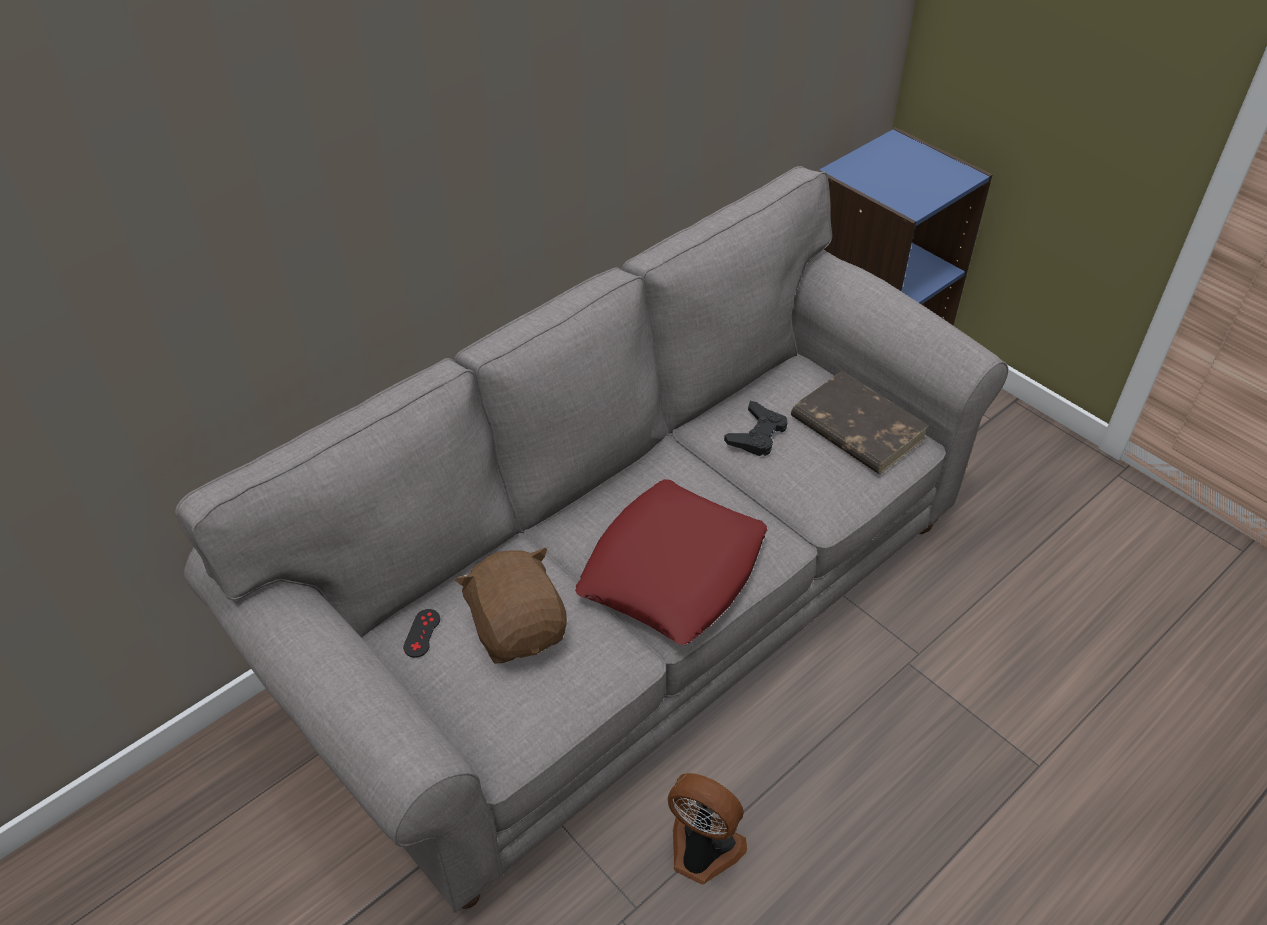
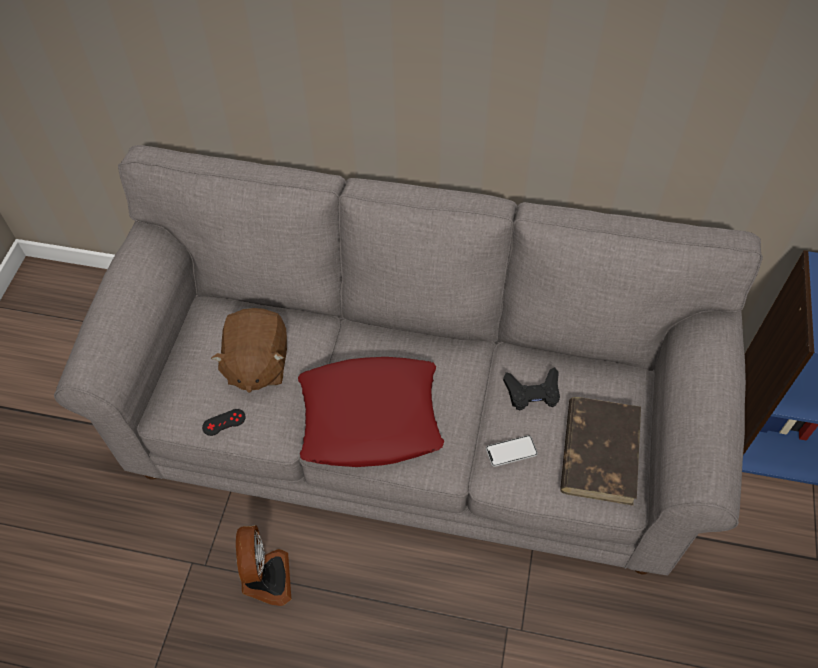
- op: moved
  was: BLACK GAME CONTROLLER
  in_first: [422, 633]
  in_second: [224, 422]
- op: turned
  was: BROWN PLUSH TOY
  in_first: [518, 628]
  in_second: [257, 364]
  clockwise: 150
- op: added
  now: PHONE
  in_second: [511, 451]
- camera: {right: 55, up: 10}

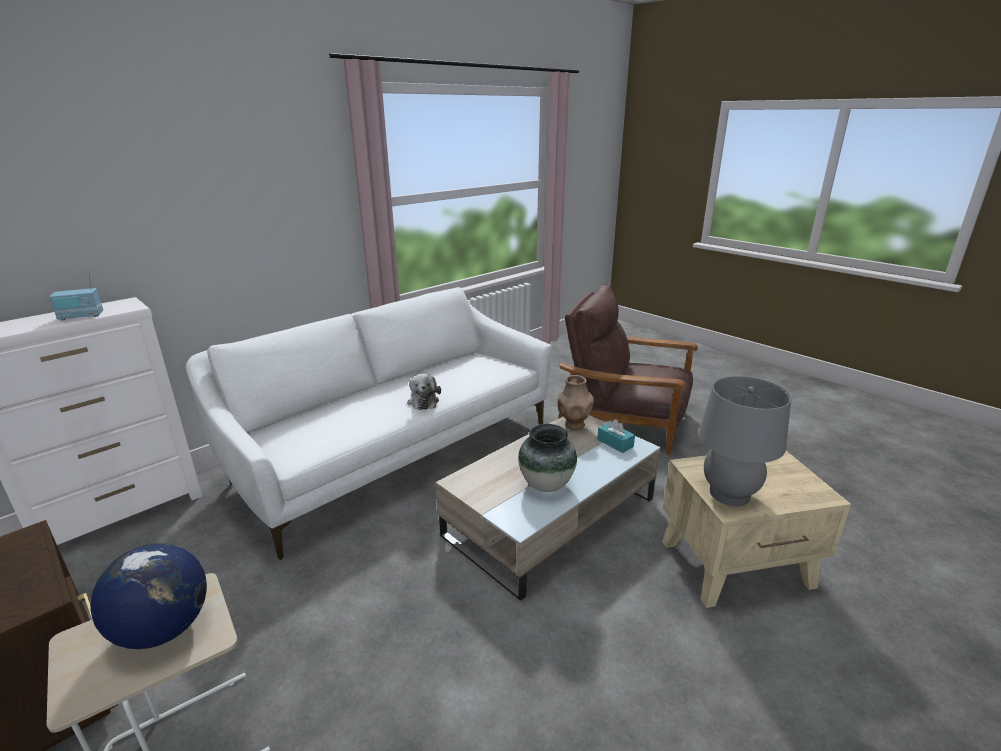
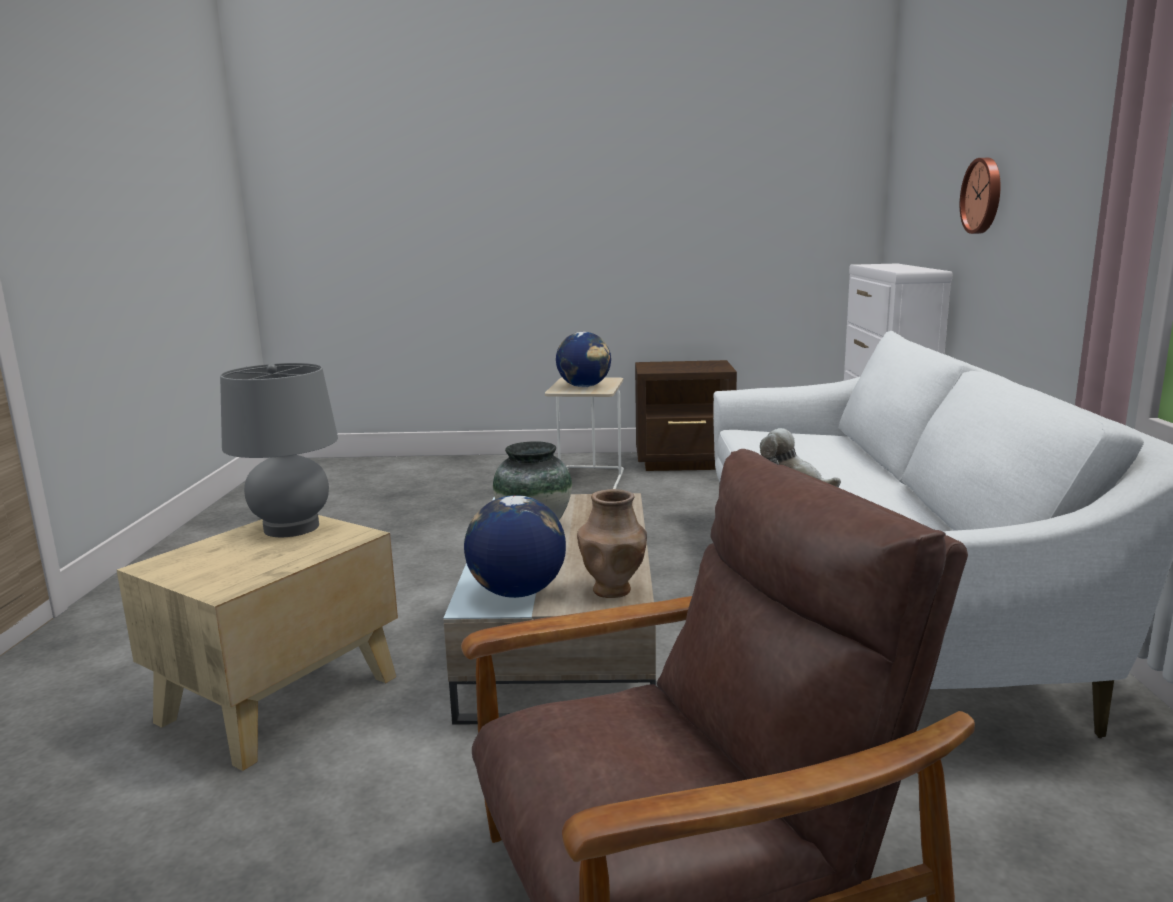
- op: removed
  was: RADIO
  in_first: [81, 317]
- op: replaced
  was: TURQUOISE TISSUE BOX
  now: GLOBE
  in_first: [615, 443]
  in_second: [516, 592]
- op: added
  now: WALL CLOCK
  in_second: [983, 196]
- camera: {right: 135, up: -10}

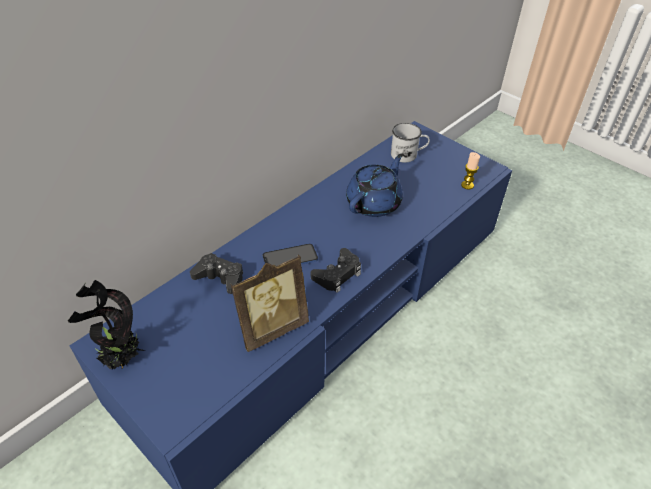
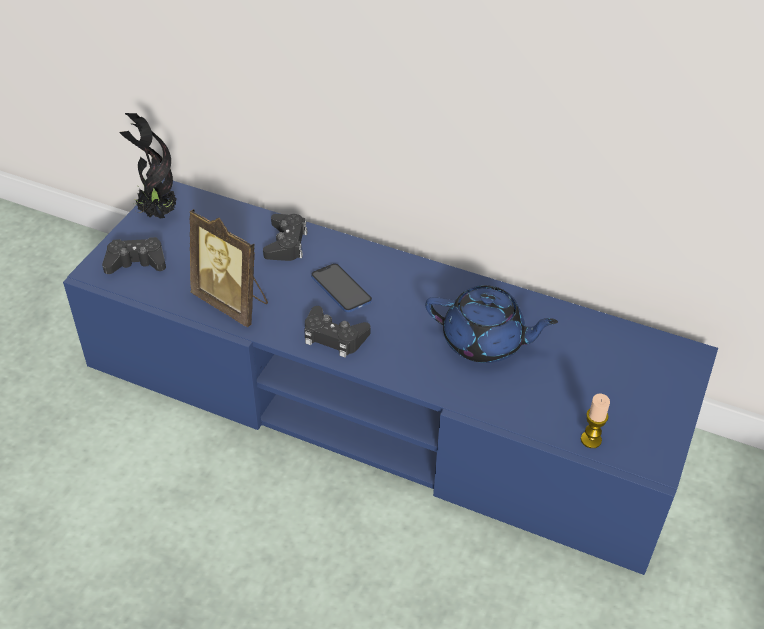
- op: removed
  was: WHITE MUG
  in_first: [408, 155]
- op: added
  now: BLACK GAME CONTROLLER
  in_second: [136, 262]
- camera: {right: 70, up: 0}

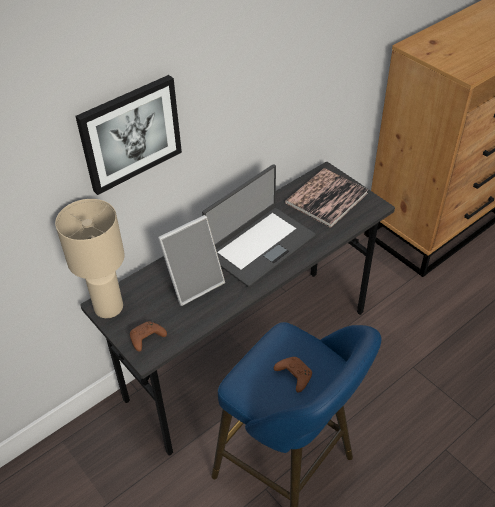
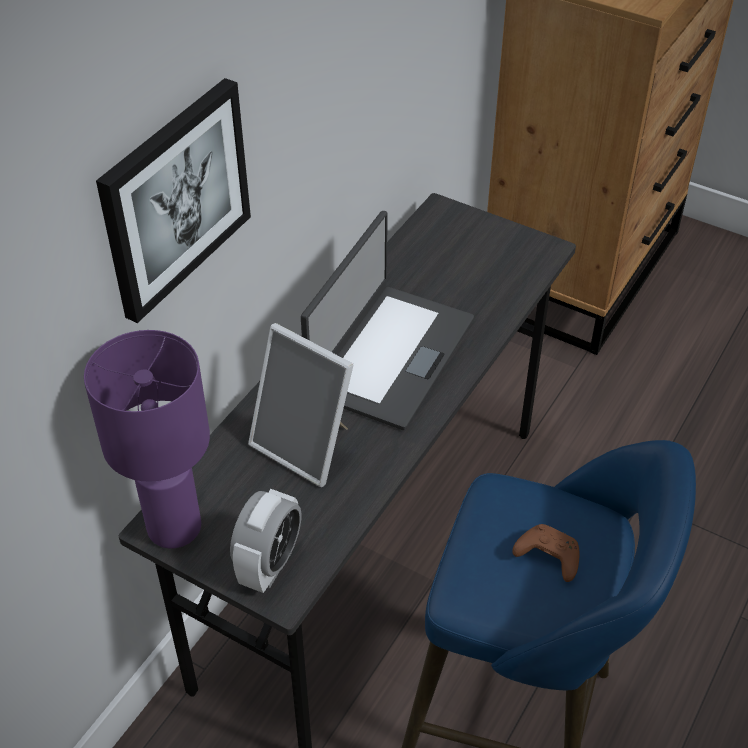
- op: recoloured
  was: BEIGE TABLE LAMP
  now: PURPLE TABLE LAMP
  in_first: [108, 307]
  in_second: [173, 526]
- op: replaced
  was: BROWN GAME CONTROLLER
  now: ALARM CLOCK
  in_first: [146, 339]
  in_second: [269, 564]
- op: turned
  was: PICTURE FRAME
  in_first: [194, 283]
  in_second: [306, 446]
  clockwise: 90
- op: removed
  was: BOOK
  in_first: [326, 198]
- camera: {right: -20, up: 0}

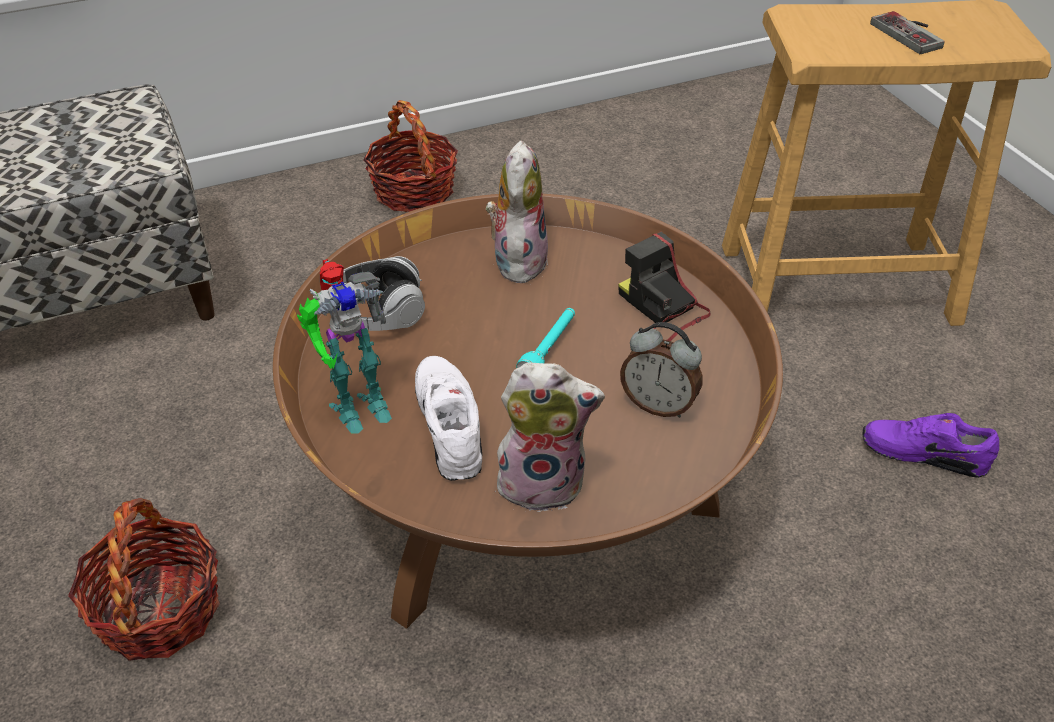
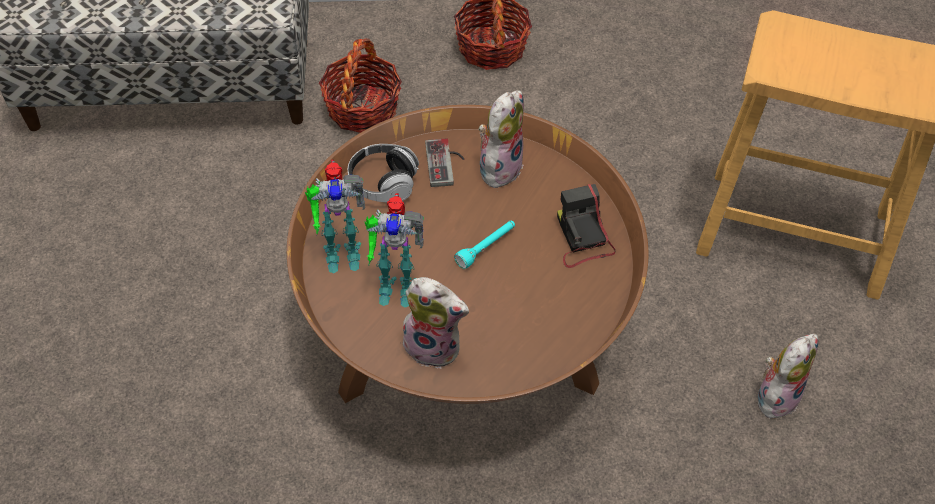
- op: moved
  was: BASKET
  in_first: [159, 609]
  in_second: [362, 108]
- op: replaced
  was: WHITE SHOE
  now: TOY ROBOT
  in_first: [451, 425]
  in_second: [395, 285]
- op: removed
  was: ALARM CLOCK
  in_first: [658, 404]
- op: replaced
  was: PURPLE SHOE
  now: PLUSH TOY
  in_first: [924, 452]
  in_second: [776, 395]
- op: moved
  was: GAME CONTROLLER
  in_first: [912, 33]
  in_second: [446, 163]
- camera: {right: 20, up: 10}

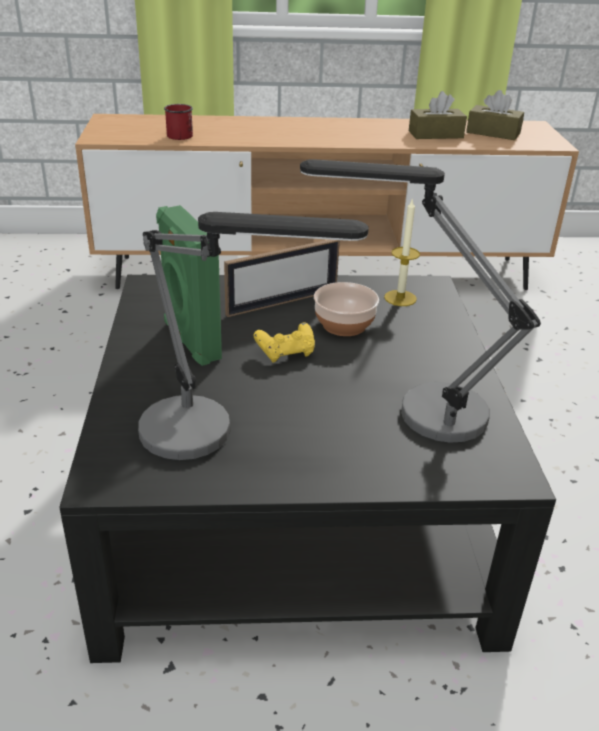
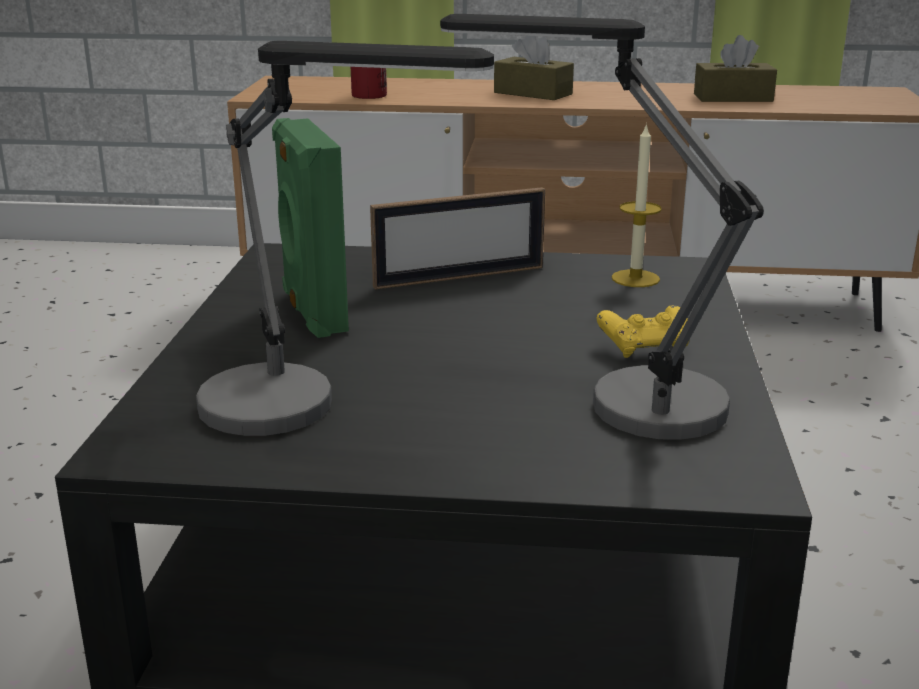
- op: moved
  was: YELLOW GAME CONTROLLER
  in_first: [286, 353]
  in_second: [645, 348]
- op: removed
  was: BOWL
  in_first: [344, 324]
- op: moved
  was: BROWN TISSUE BOX
  in_first: [493, 133]
  in_second: [533, 93]
- camera: {right: 10, up: -10}

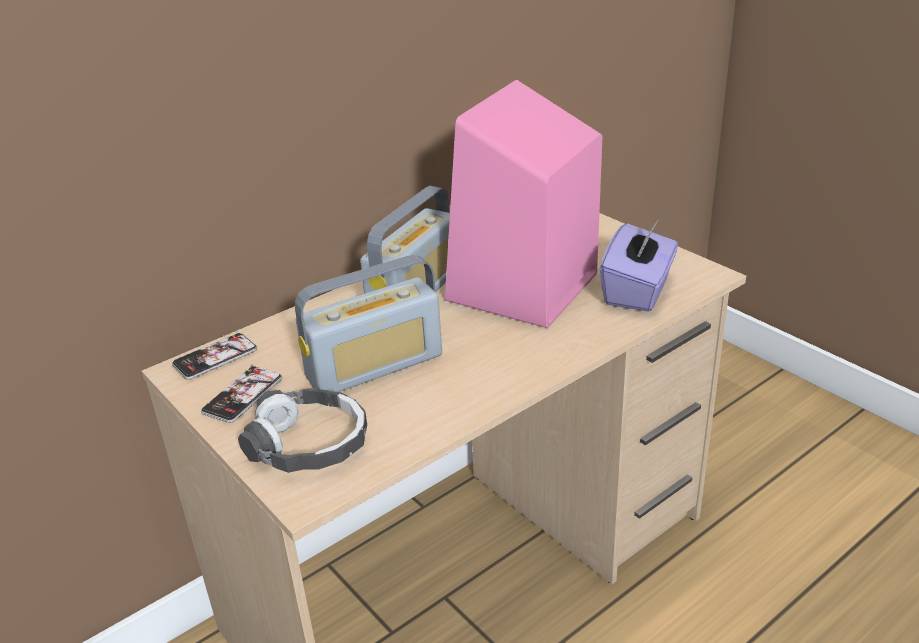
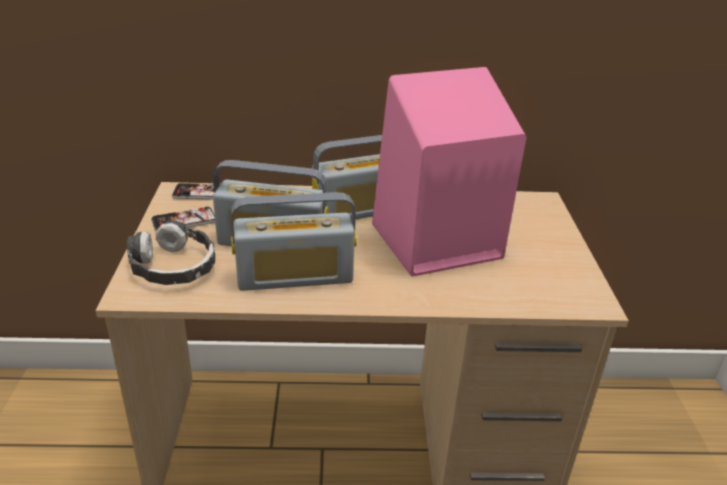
- op: removed
  was: PURPLE TISSUE BOX
  in_first: [638, 291]
- op: added
  now: RADIO
  in_second: [295, 277]
- camera: {right: 35, up: 0}

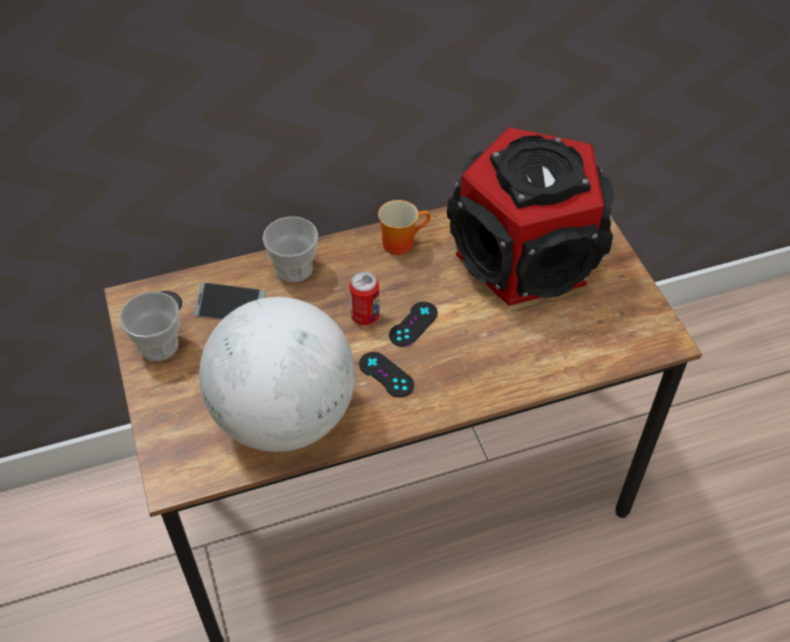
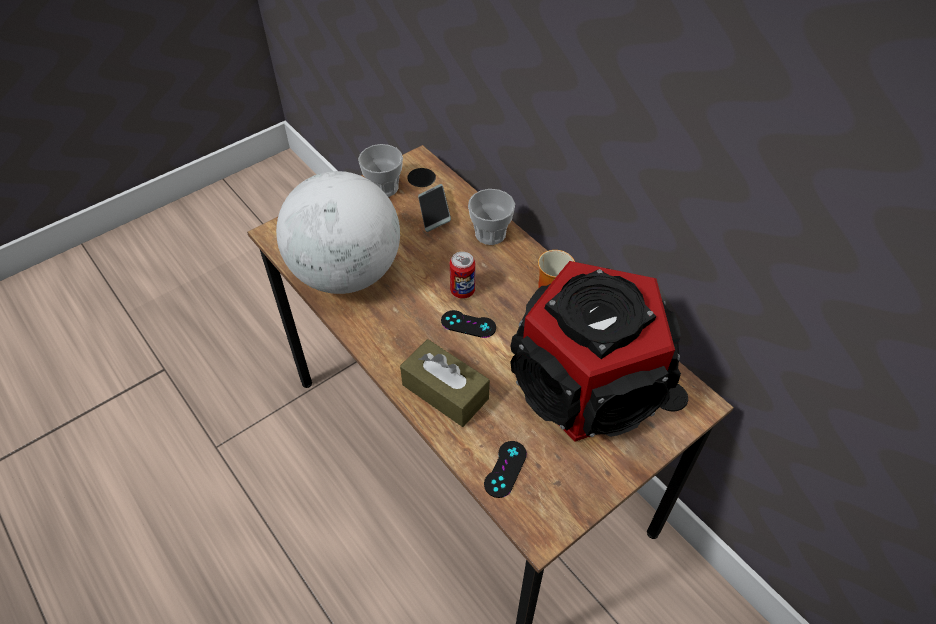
- op: moved
  was: BLACK GAME CONTROLLER
  in_first: [386, 374]
  in_second: [505, 469]
- op: added
  now: BROWN TISSUE BOX
  in_second: [445, 392]
- camera: {right: 70, up: 0}

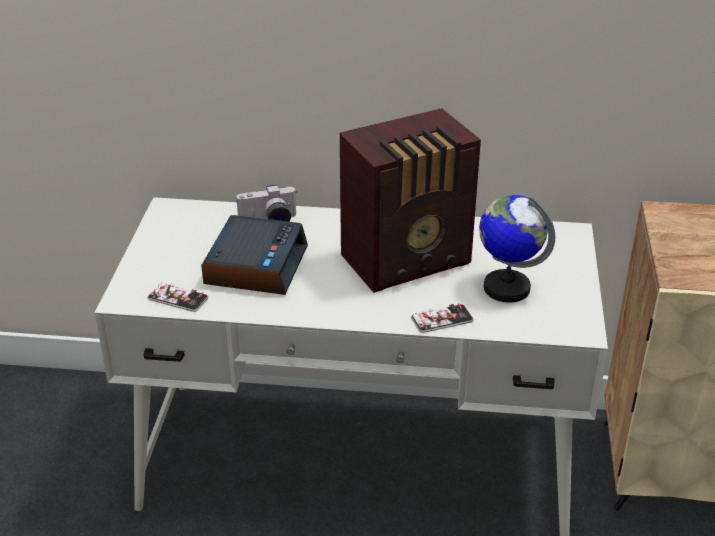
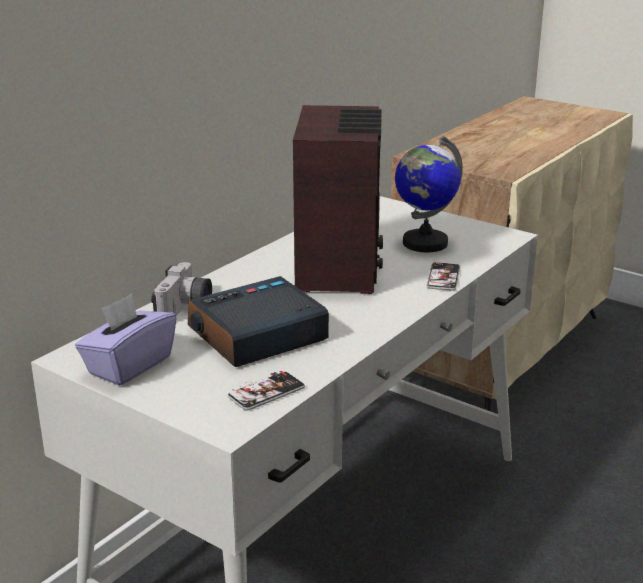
- op: turned
  was: ALARM CLOCK
  in_first: [255, 265]
  in_second: [256, 335]
  clockwise: -75
- op: added
  now: PURPLE TISSUE BOX
  in_second: [129, 365]
- camera: {right: -60, up: -10}

